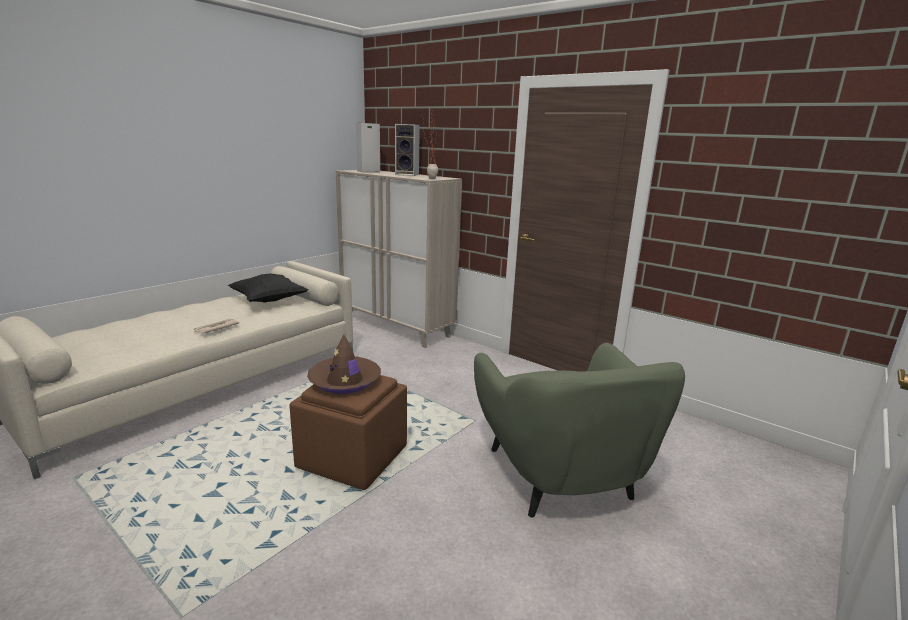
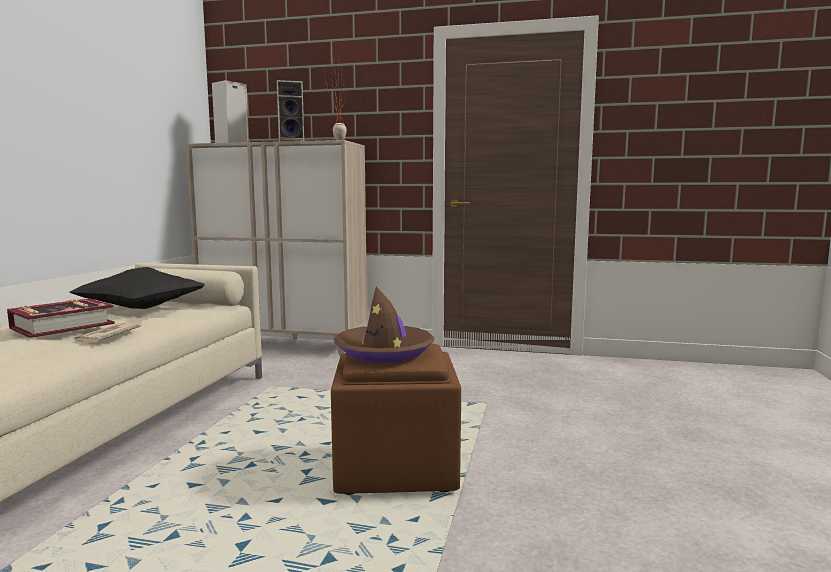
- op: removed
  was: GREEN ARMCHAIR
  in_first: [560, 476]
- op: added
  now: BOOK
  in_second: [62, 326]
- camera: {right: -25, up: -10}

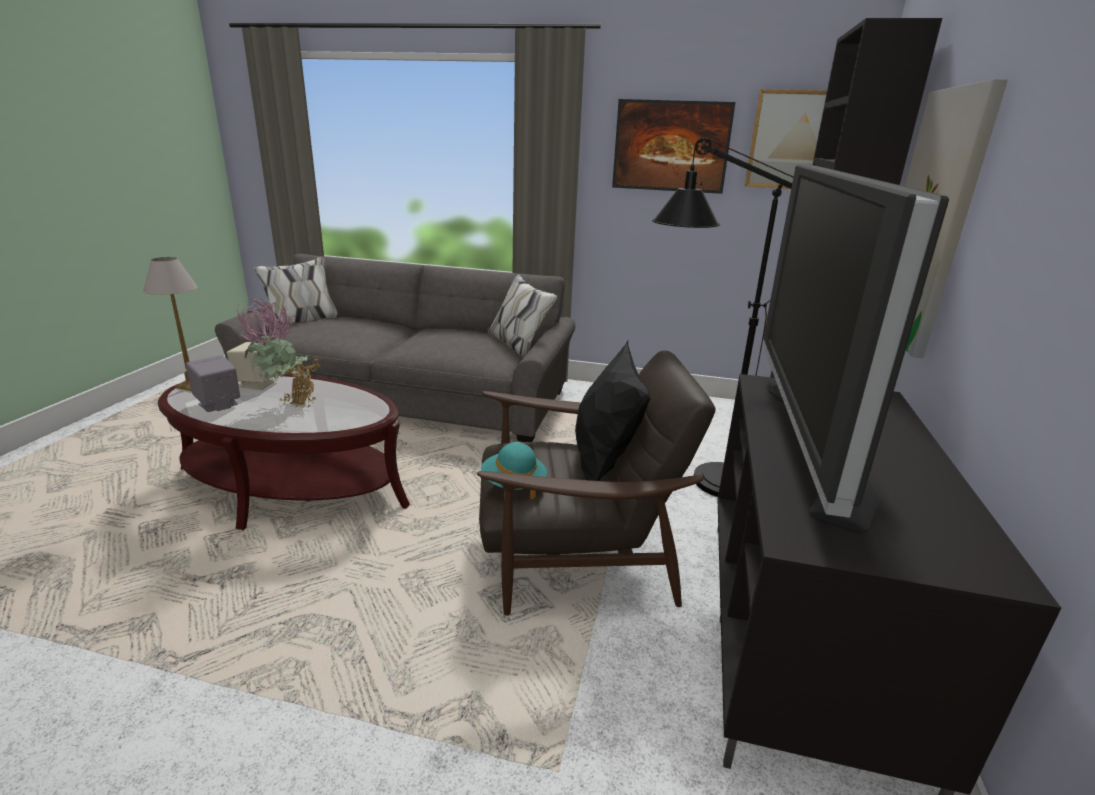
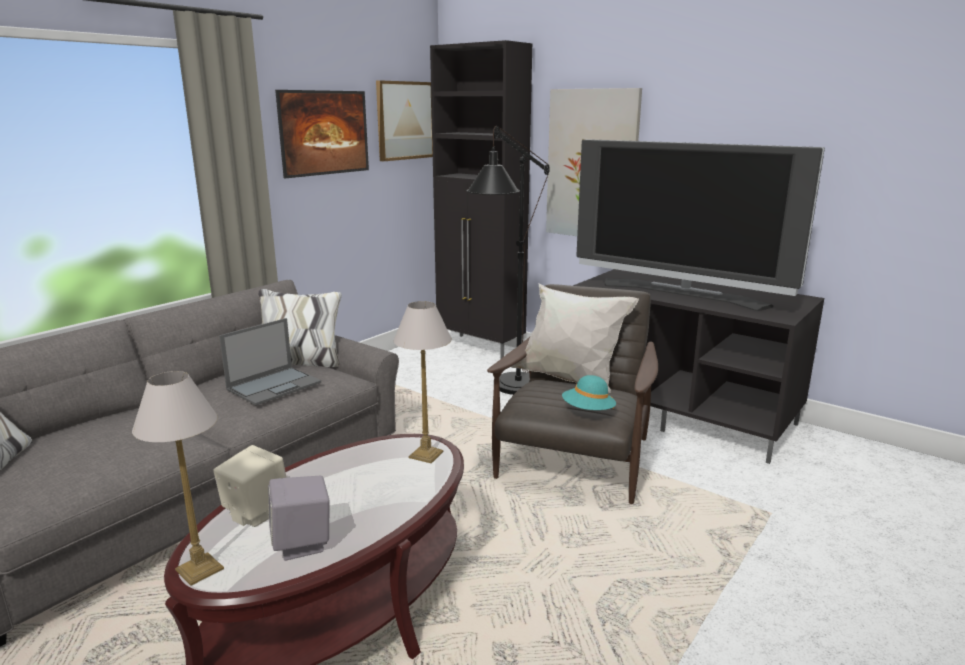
- op: removed
  was: POTTED PLANT
  in_first: [287, 406]
- op: recoloured
  was: BLACK PILLOW
  now: WHITE PILLOW
  in_first: [604, 465]
  in_second: [570, 380]
- op: added
  now: LAPTOP
  in_second: [275, 385]
- op: added
  now: TABLE LAMP
  in_second: [425, 454]
- camera: {right: -65, up: -5}

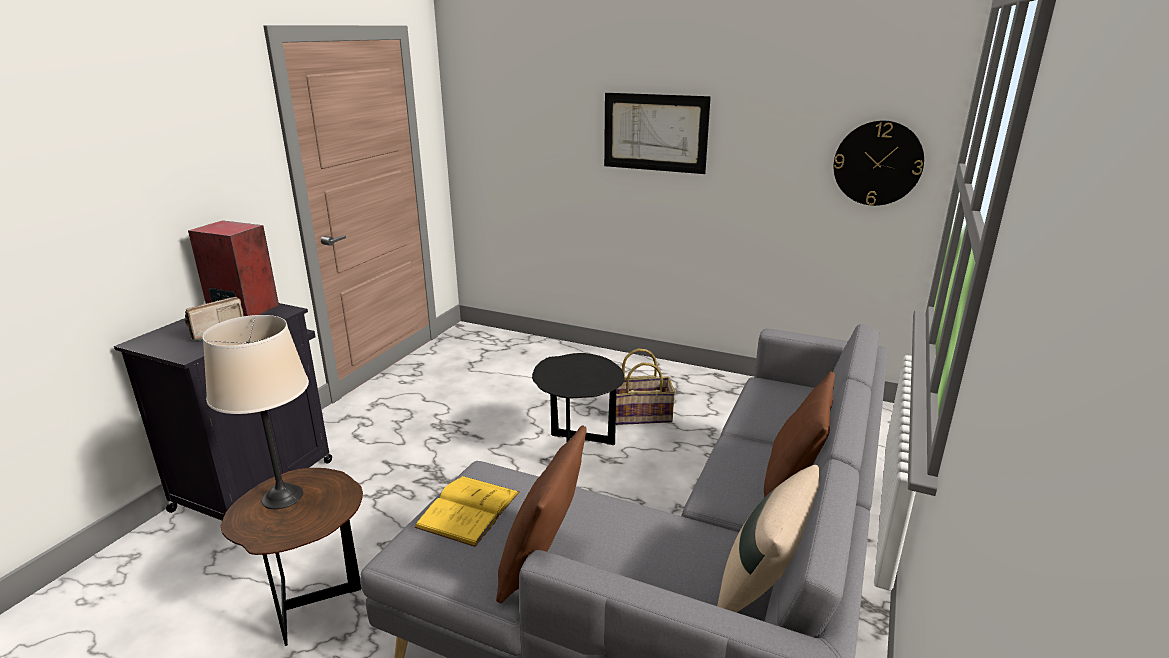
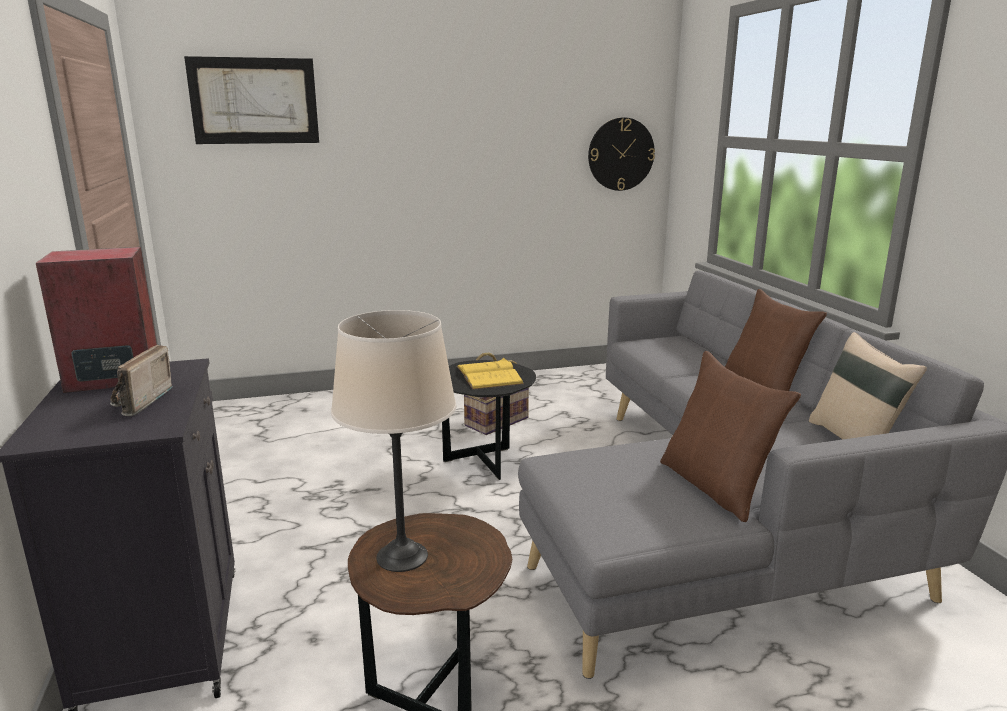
- op: moved
  was: YELLOW BOOK
  in_first: [468, 509]
  in_second: [489, 375]
- op: moved
  was: PICTURE
  in_first: [655, 132]
  in_second: [254, 101]
- camera: {right: -40, up: -5}

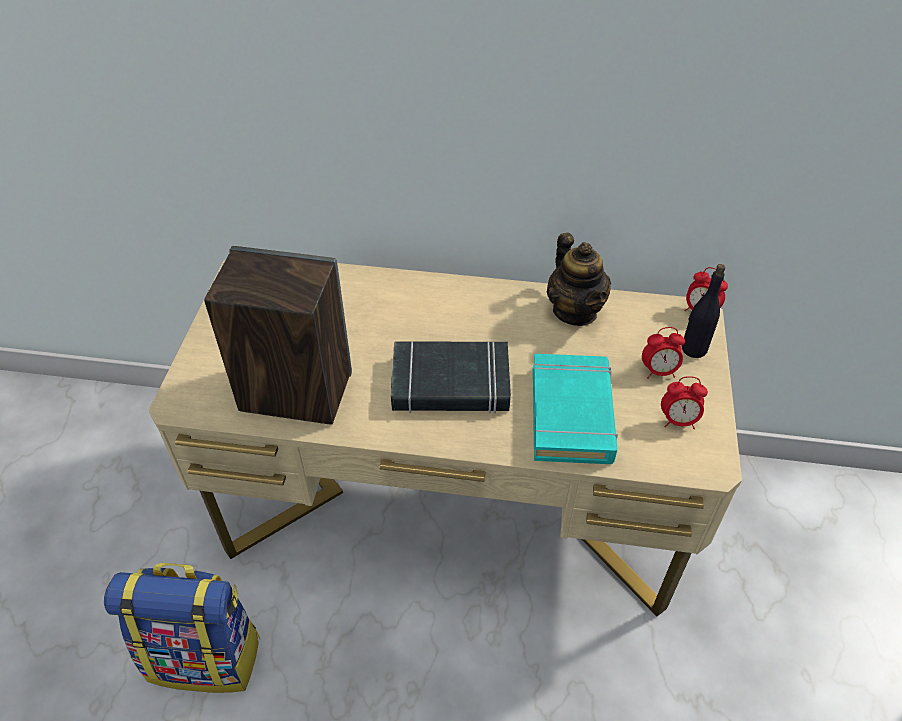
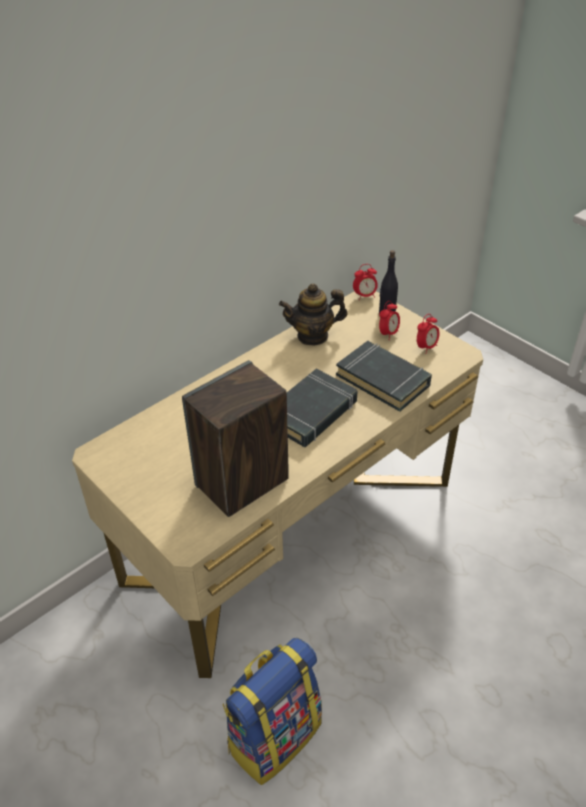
- op: recoloured
  was: TURQUOISE BOOK
  now: BLACK BOOK
  in_first: [572, 414]
  in_second: [383, 380]
- op: turned
  was: TEAPOT
  in_first: [575, 311]
  in_second: [313, 336]
  clockwise: 150
- camera: {right: -50, up: -5}

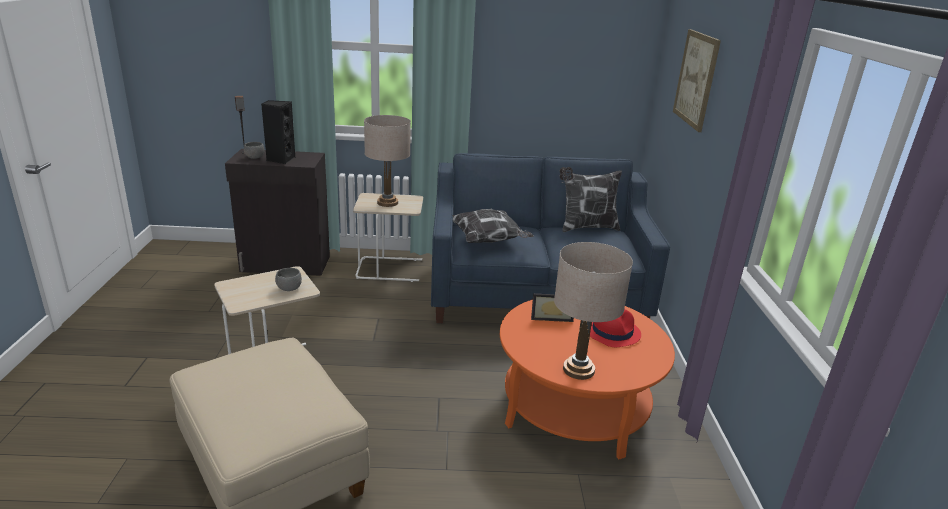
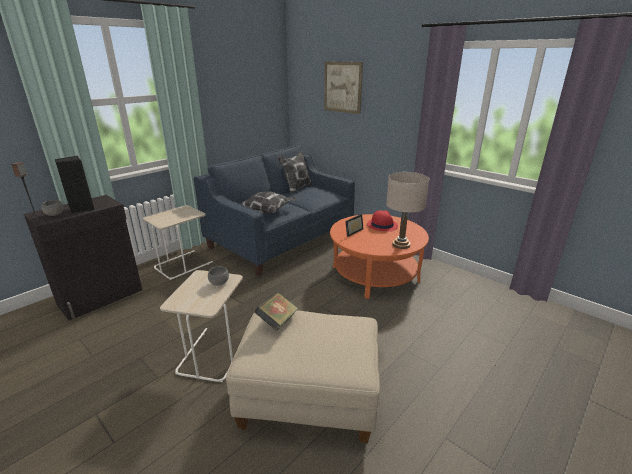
- op: removed
  was: BEIGE TABLE LAMP
  in_first: [387, 203]
- op: added
  now: BOOK
  in_second: [277, 321]
- camera: {right: -45, up: 0}

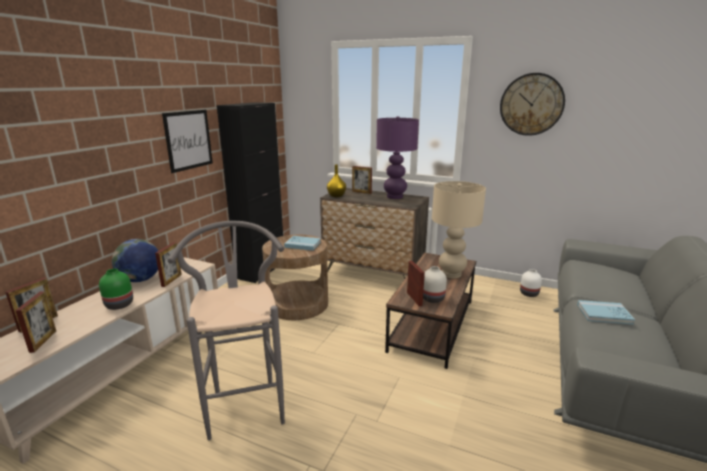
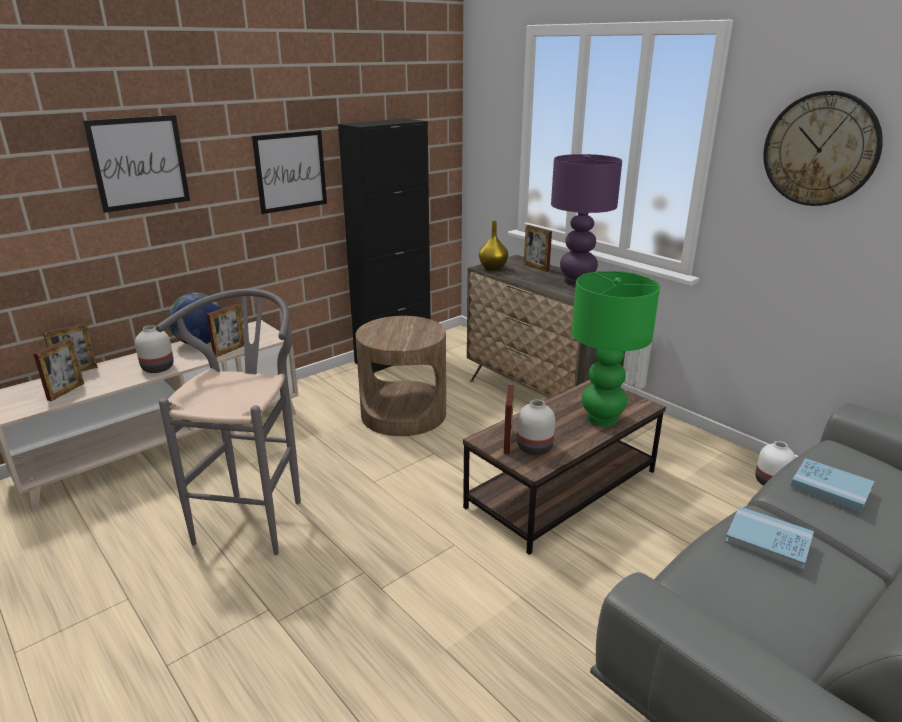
- op: recoloured
  was: GREEN VASE
  now: WHITE VASE
  in_first: [120, 305]
  in_second: [158, 368]
- op: moved
  was: BLUE BOOK
  in_first: [302, 244]
  in_second: [831, 487]
- op: recoloured
  was: BEIGE TABLE LAMP
  now: GREEN TABLE LAMP
  in_first: [452, 274]
  in_second: [602, 419]
- op: added
  now: PICTURE
  in_second: [139, 163]
- camera: {right: 25, up: 5}

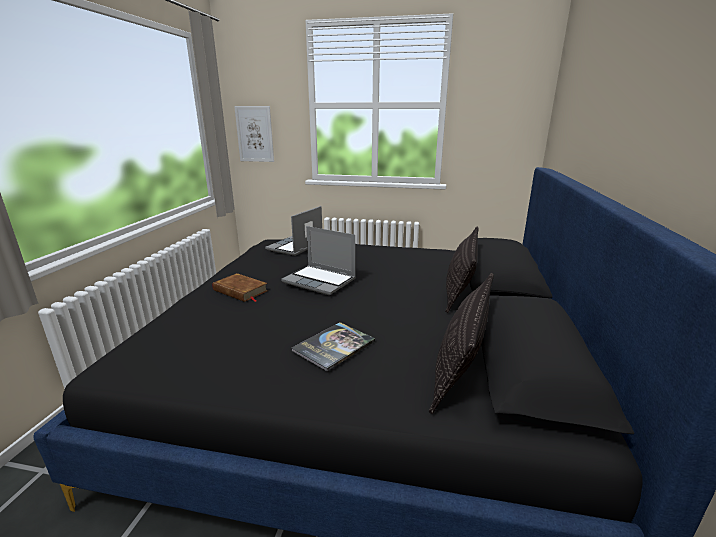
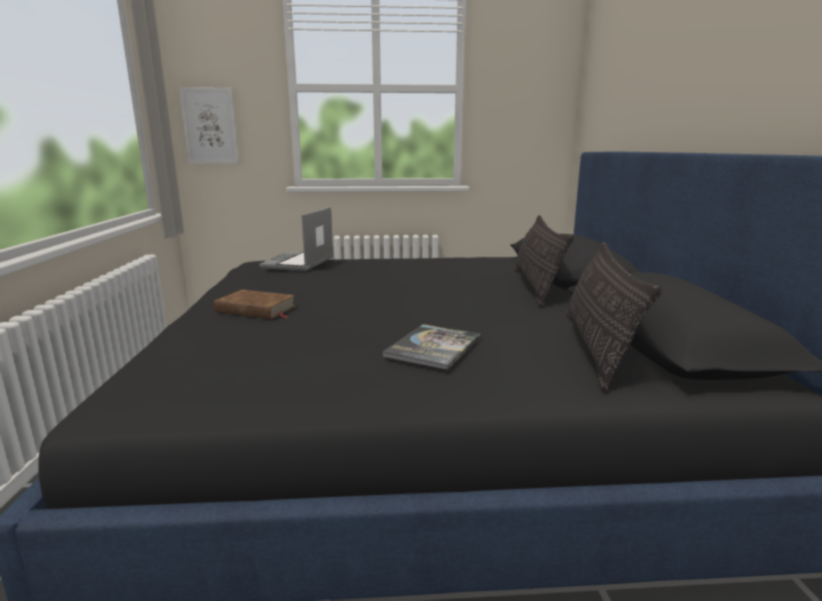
- op: removed
  was: LAPTOP
  in_first: [320, 281]
- camera: {right: -15, up: -5}

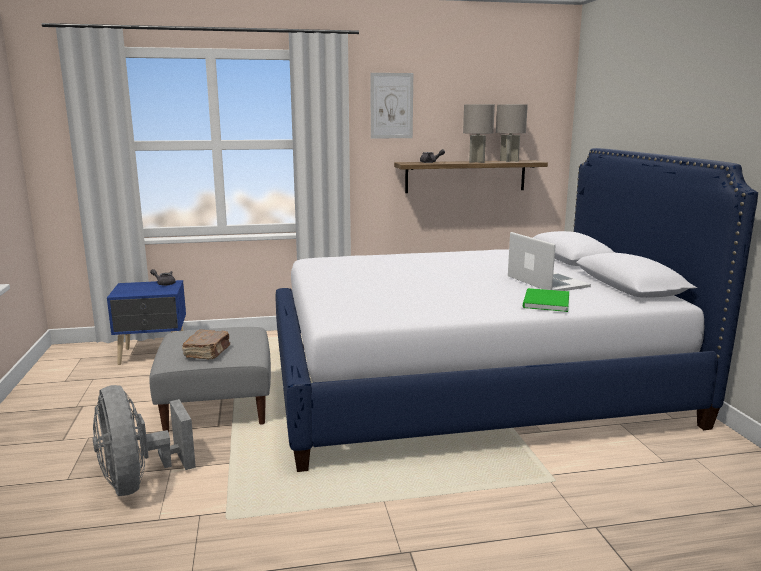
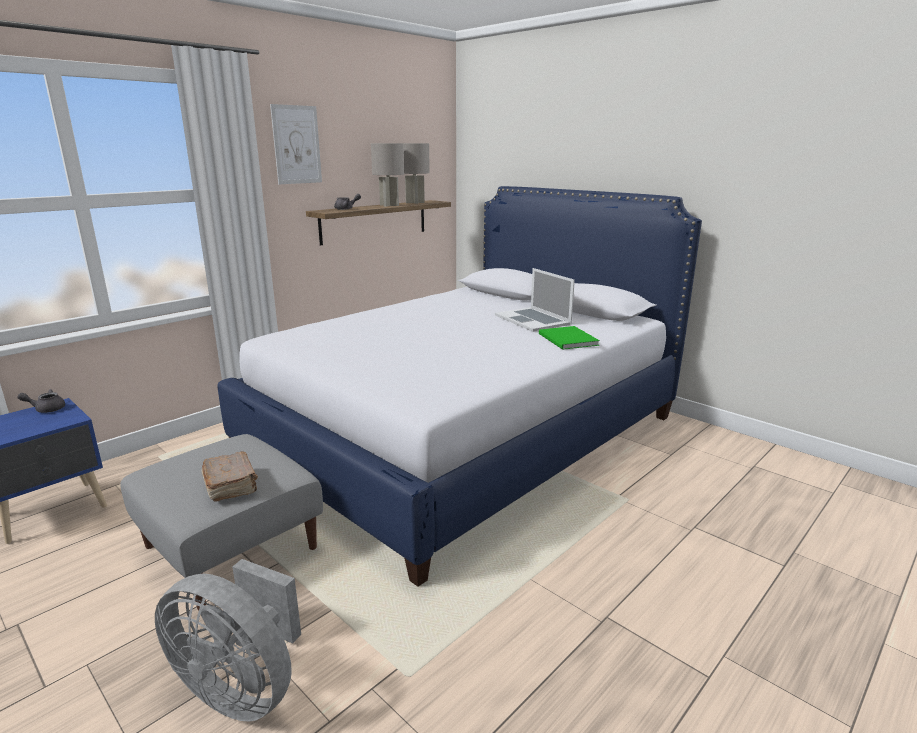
- op: turned
  was: LAPTOP
  in_first: [546, 281]
  in_second: [533, 319]
  clockwise: -150
- camera: {right: -35, up: 5}

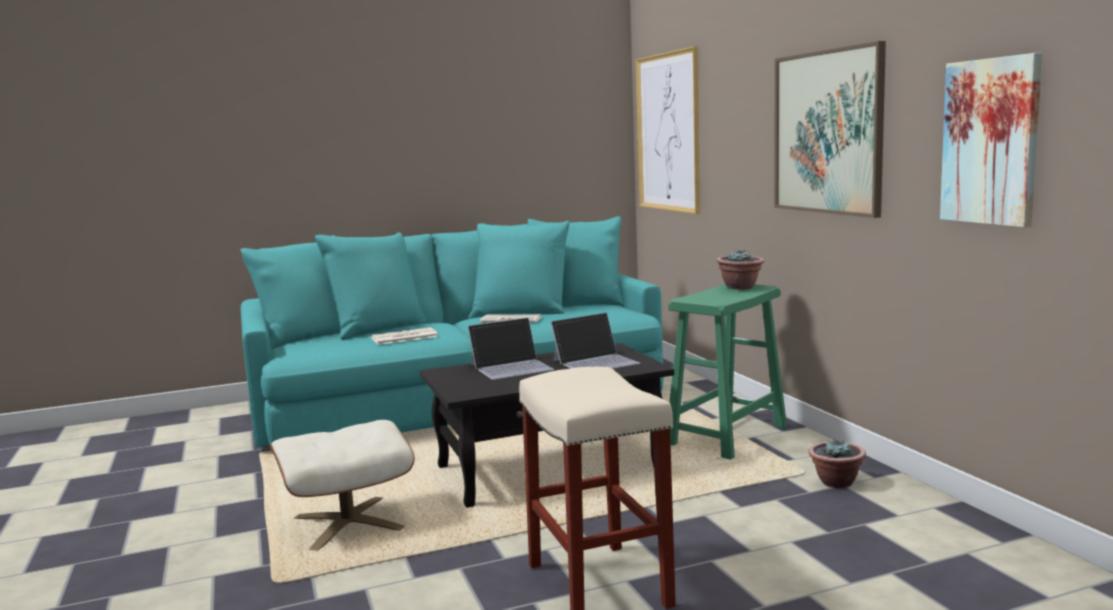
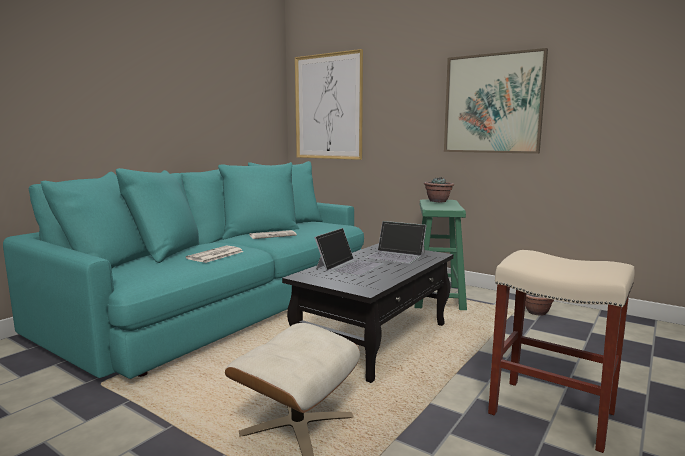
- op: turned
  was: LAPTOP
  in_first: [596, 361]
  in_second: [396, 255]
  clockwise: 90
- op: removed
  was: PICTURE
  in_first: [991, 142]
- camera: {right: -35, up: 0}

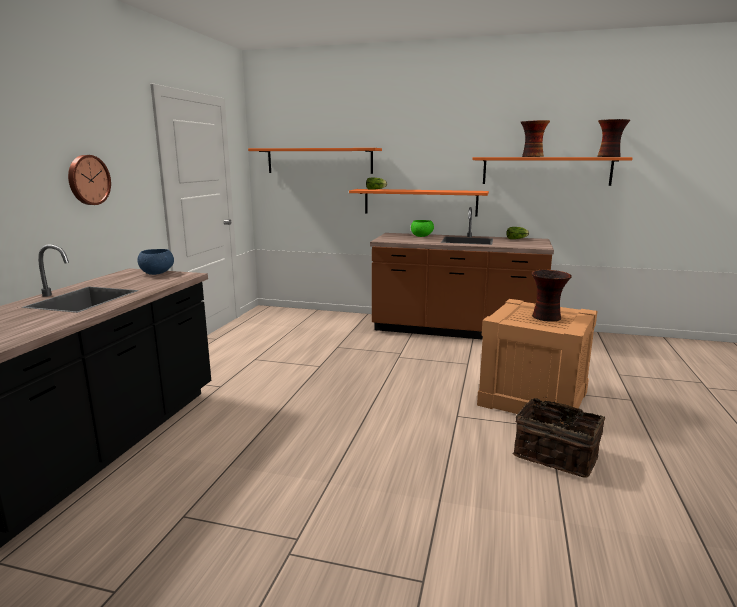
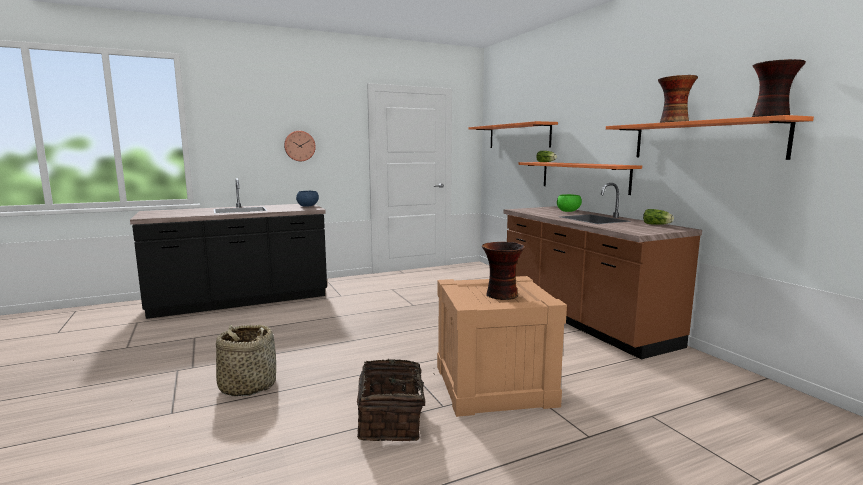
- op: added
  now: BASKET
  in_second: [247, 386]
- camera: {right: 50, up: -5}

